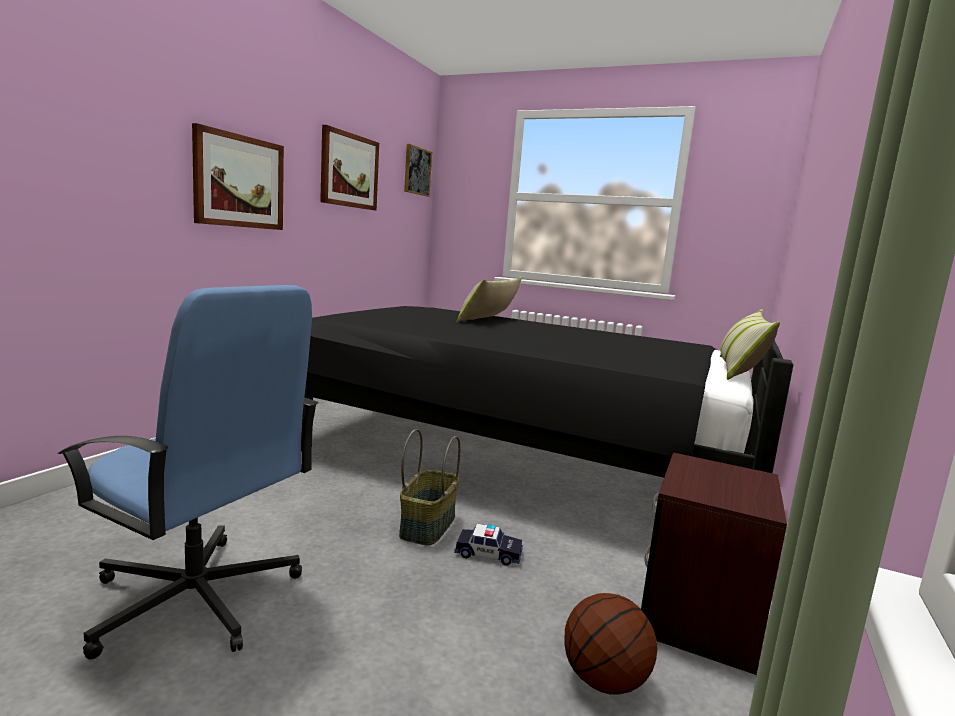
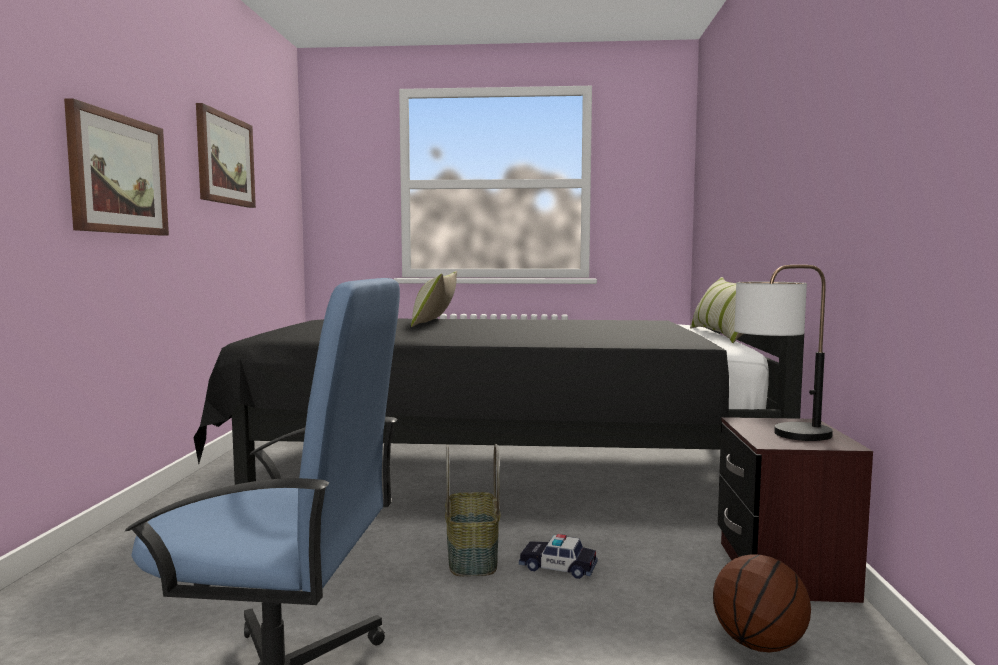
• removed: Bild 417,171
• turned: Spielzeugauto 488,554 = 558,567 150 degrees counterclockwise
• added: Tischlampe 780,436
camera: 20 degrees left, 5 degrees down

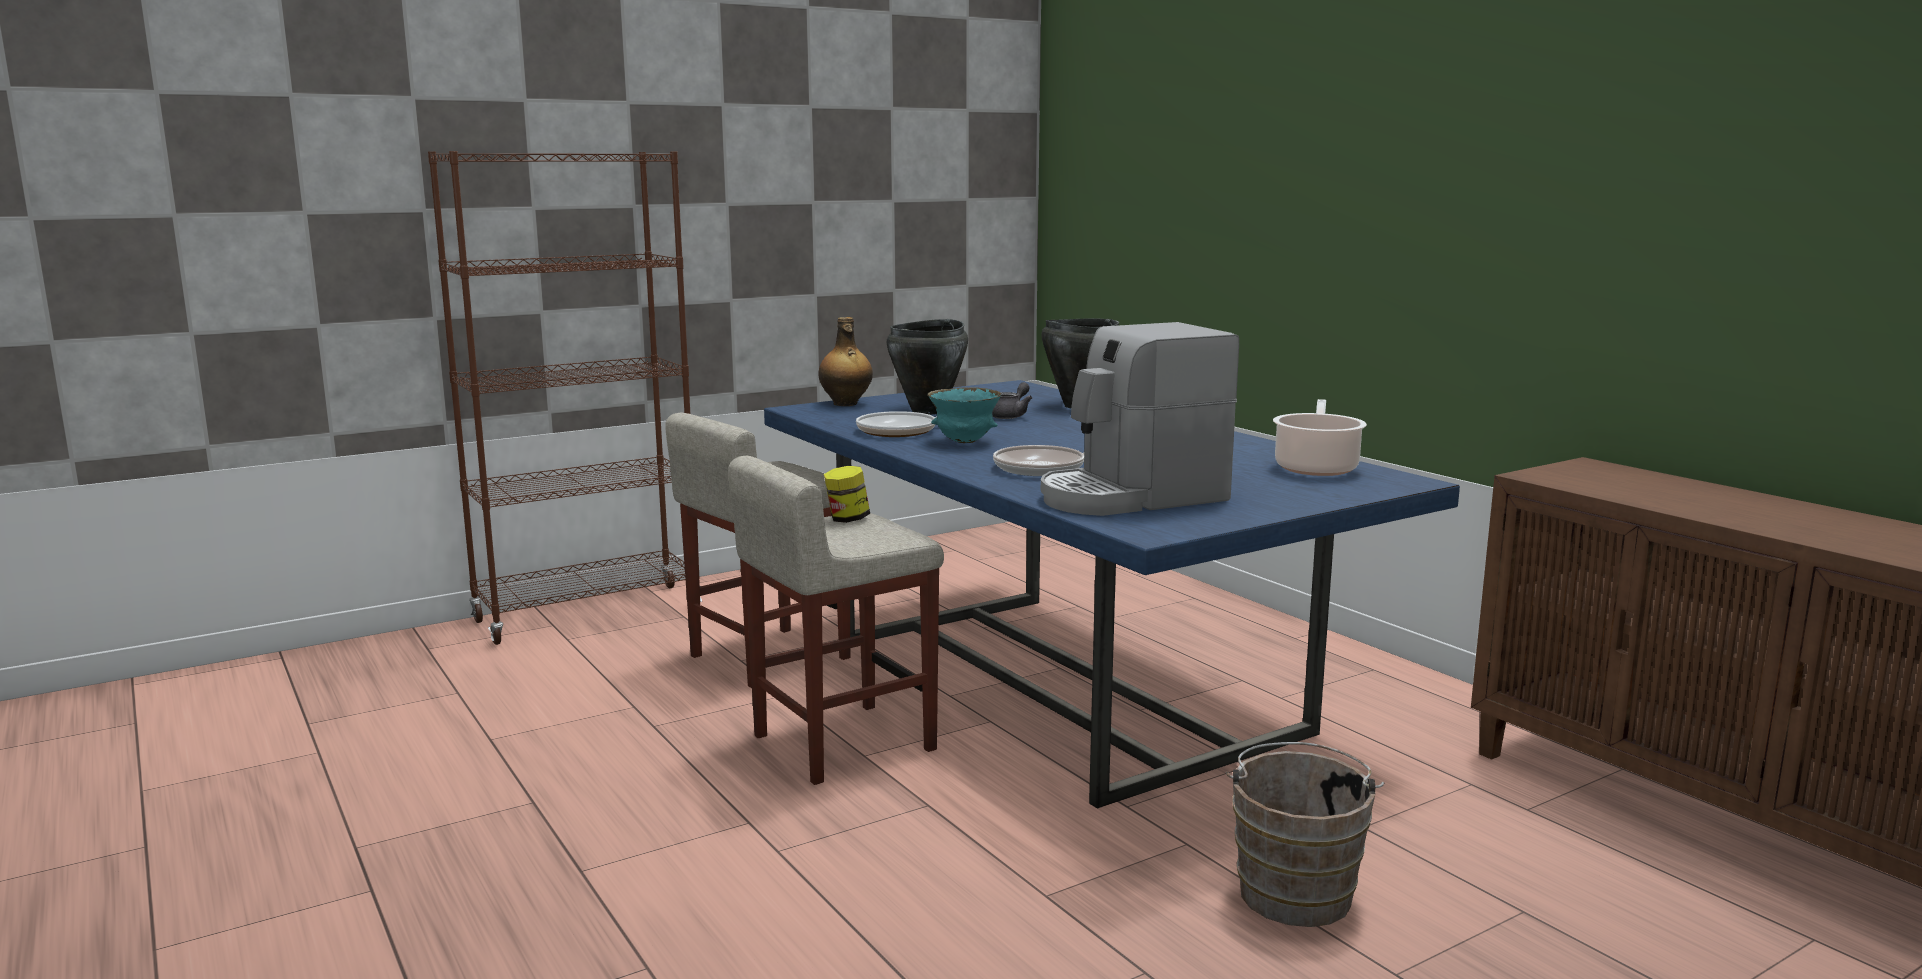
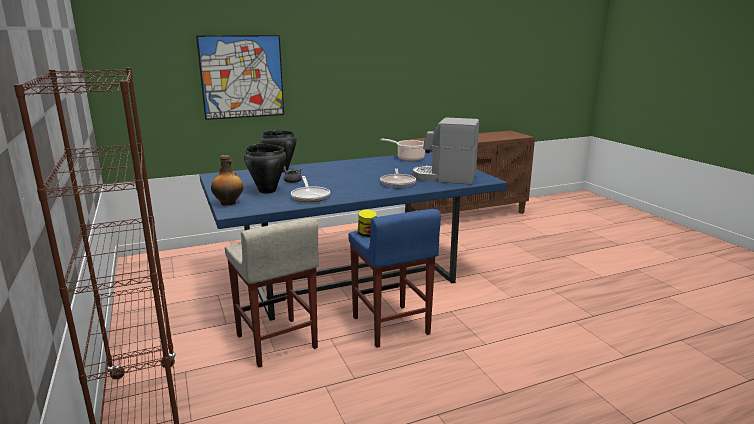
• recoloured: Hocker [beige] 841,743 to Hocker [blau] 391,326
• removed: Schüssel [türkis] 964,442
• turned: Kaffeemaschine 1131,497 = 444,177 120 degrees clockwise
• removed: Eimer [braun] 1295,891
• added: Bild 242,77
camera: 80 degrees left, 5 degrees up

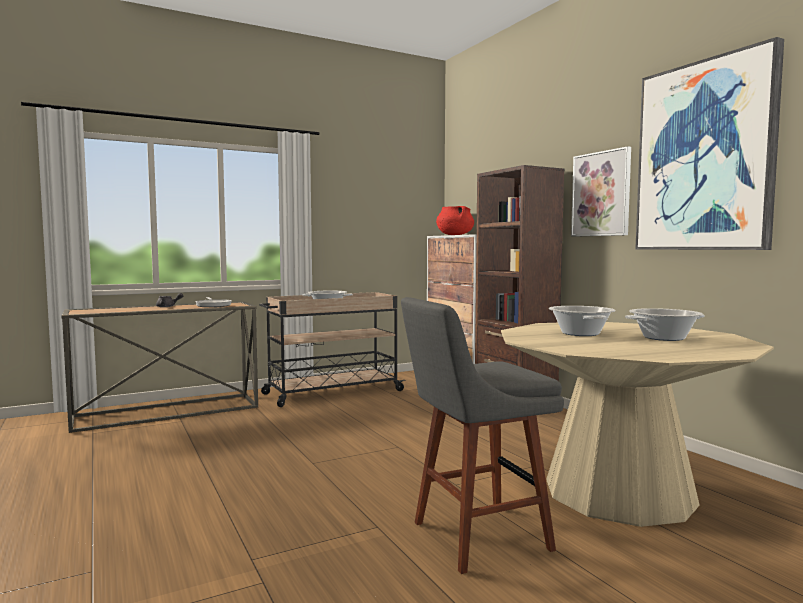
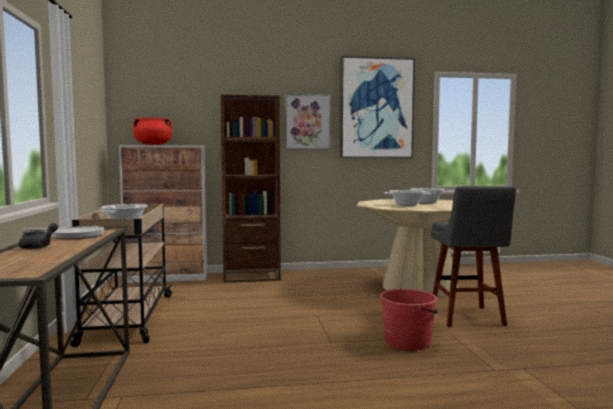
• added: Eimer [rot] 408,342
camera: 70 degrees left, 0 degrees up

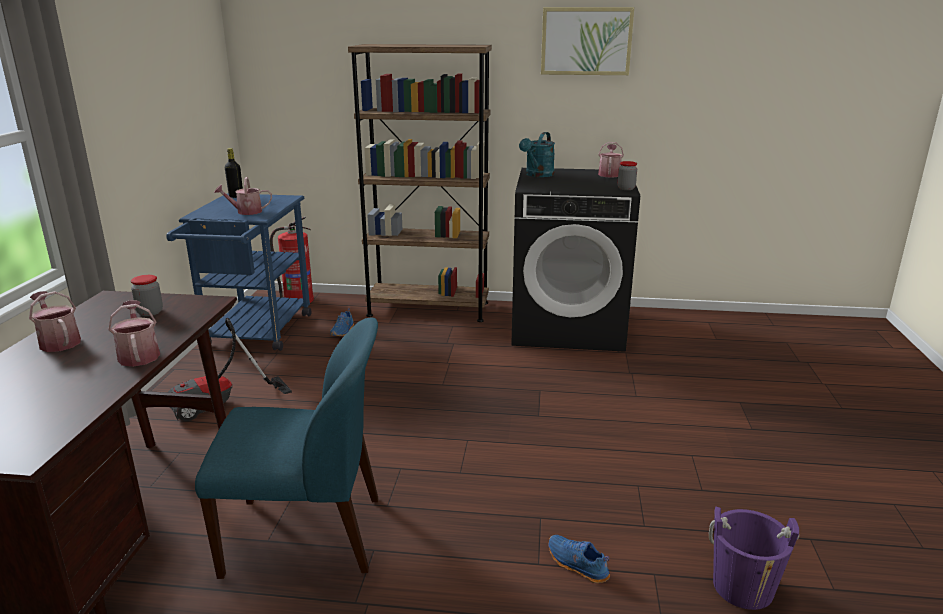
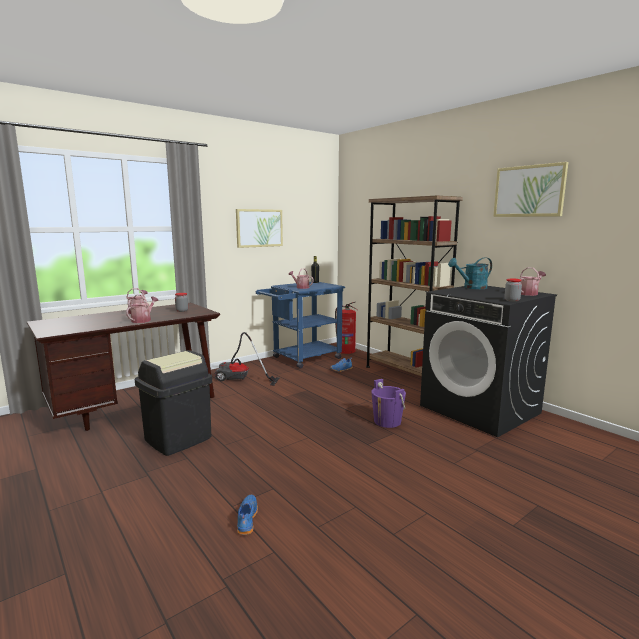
• replaced: Stuhl [blau] 308,535 to Mülleimer [schwarz] 178,439
• moved: Eimer [lila] 743,587 to 387,421
• added: Bild 259,228
camera: 45 degrees right, 10 degrees down

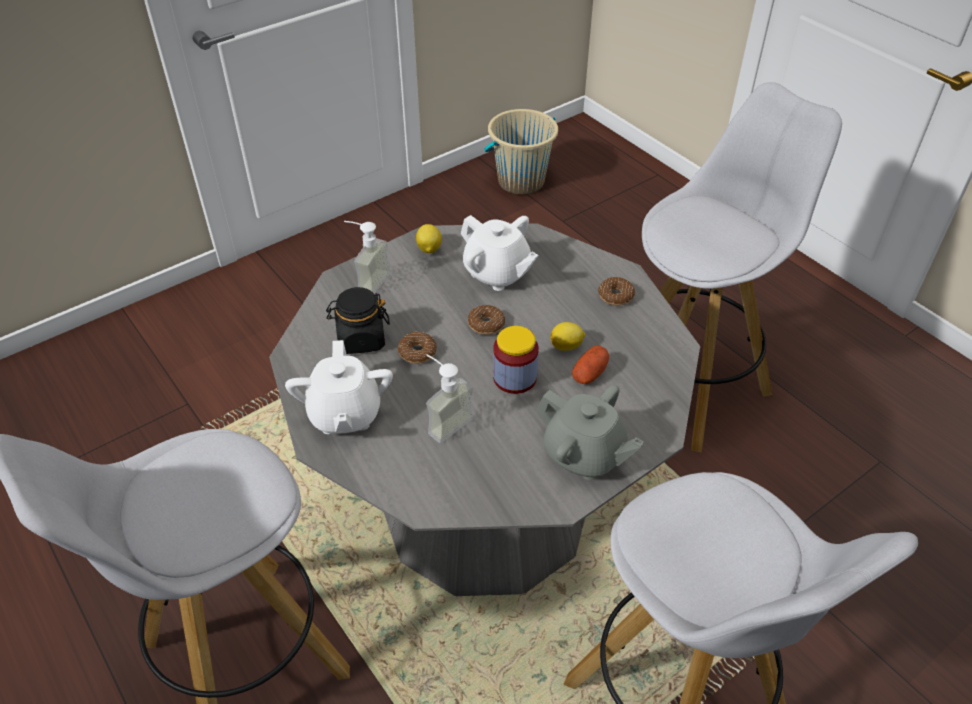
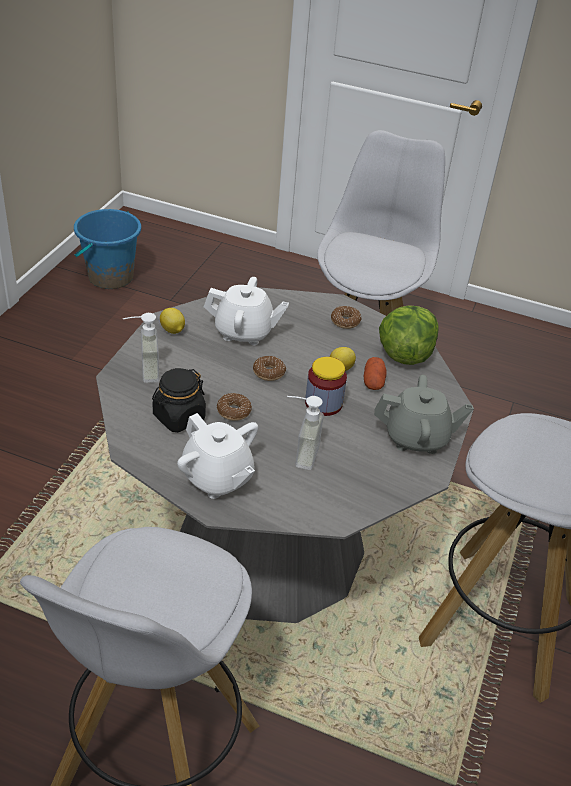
• recoloured: Eimer [beige] 520,181 to Eimer [blau] 110,277
• added: Salatkopf 404,354
camera: 35 degrees left, 5 degrees down

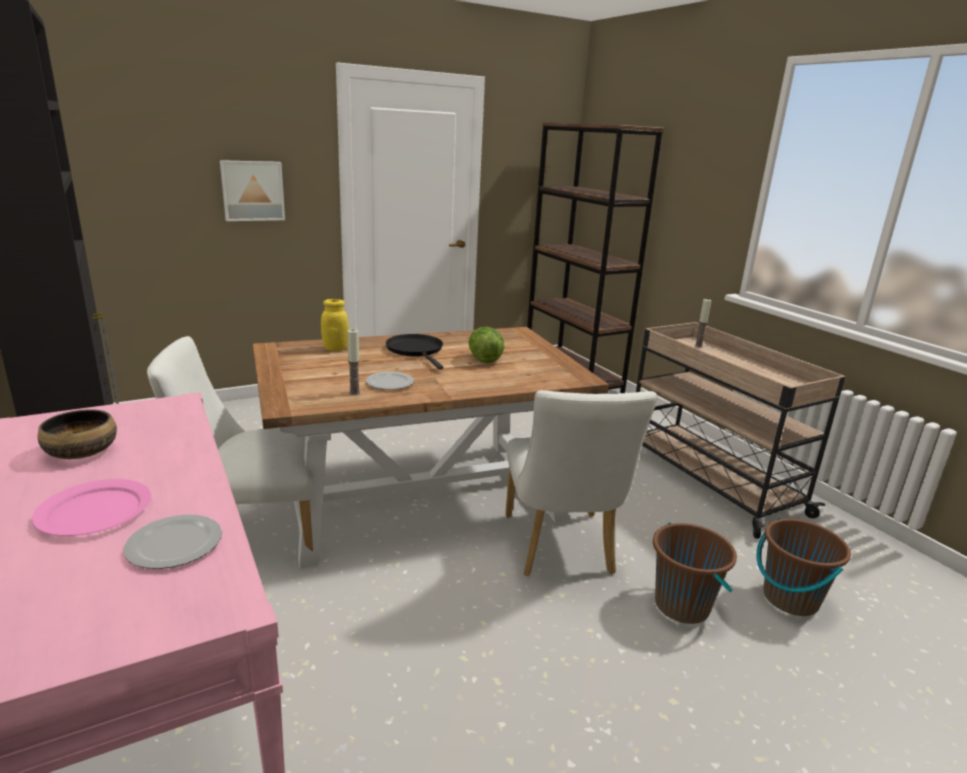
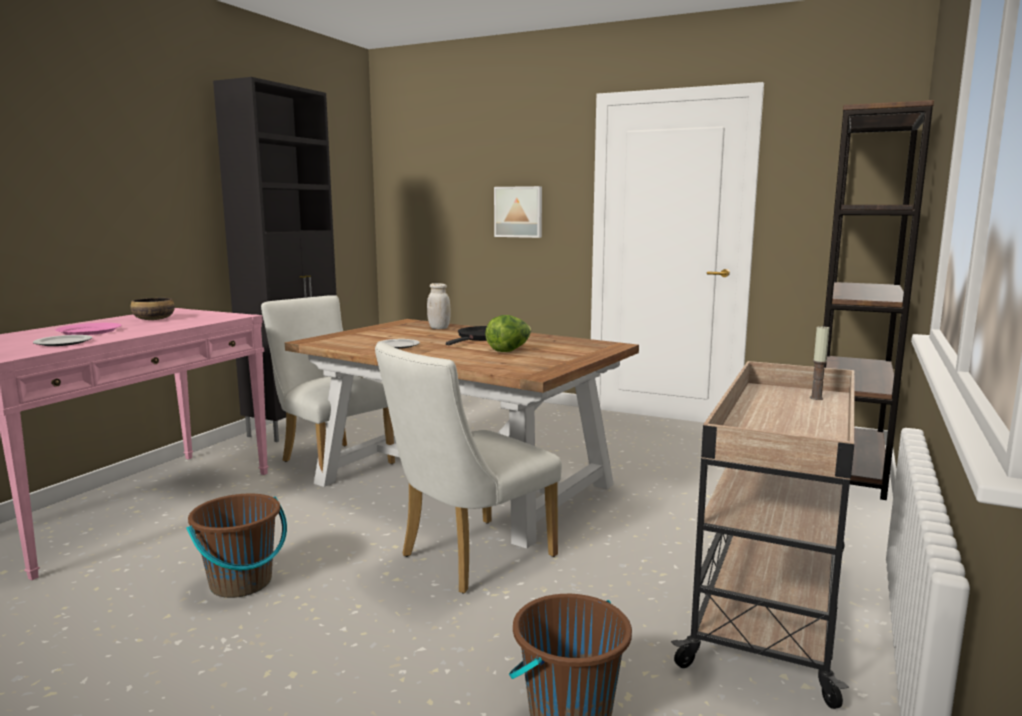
• recoloured: Vorratsglas [gelb] 335,348 to Vorratsglas [weiß] 439,328
• removed: Kerze 354,393
• moved: Eimer [braun] 682,605 to 241,583
camera: 55 degrees right, 10 degrees down

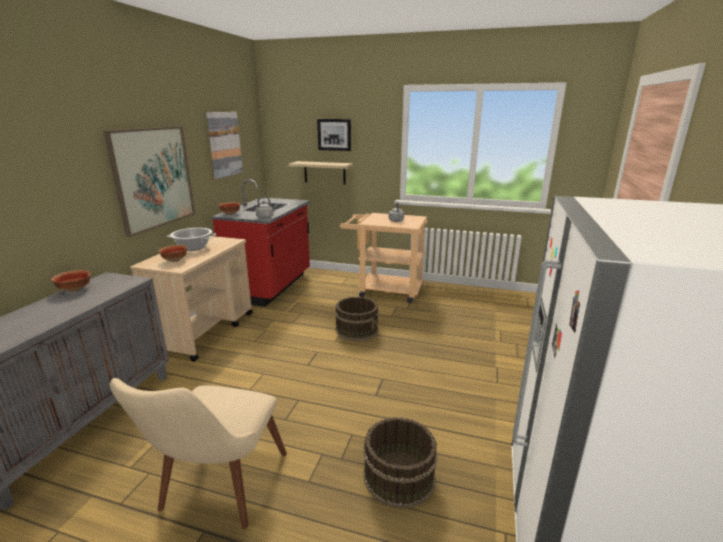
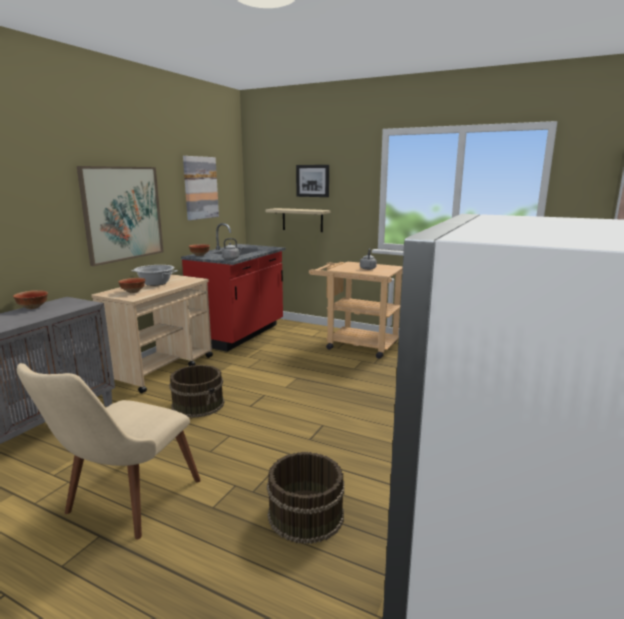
• moved: Eimer [braun] 357,329 to 198,404
camera: 10 degrees right, 5 degrees down

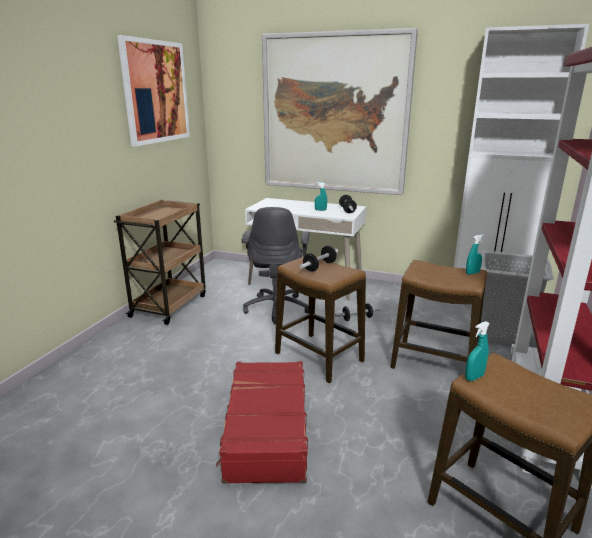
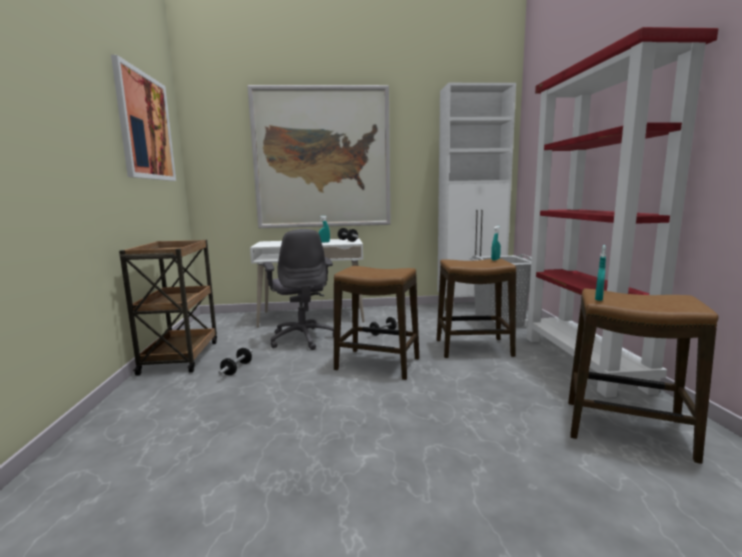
• removed: Koffer [rot] 266,430
• moved: Hantel 319,266 to 237,369
camera: 25 degrees left, 10 degrees down

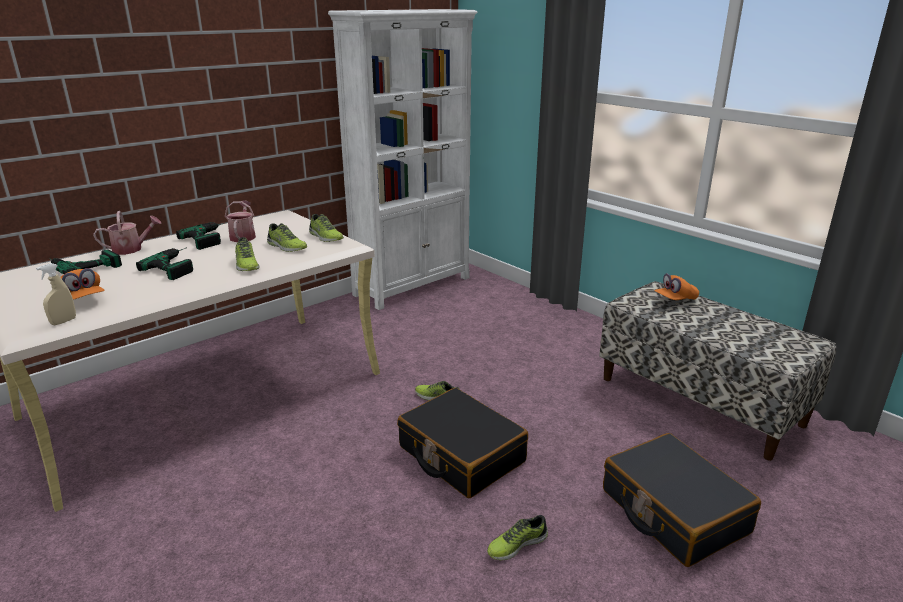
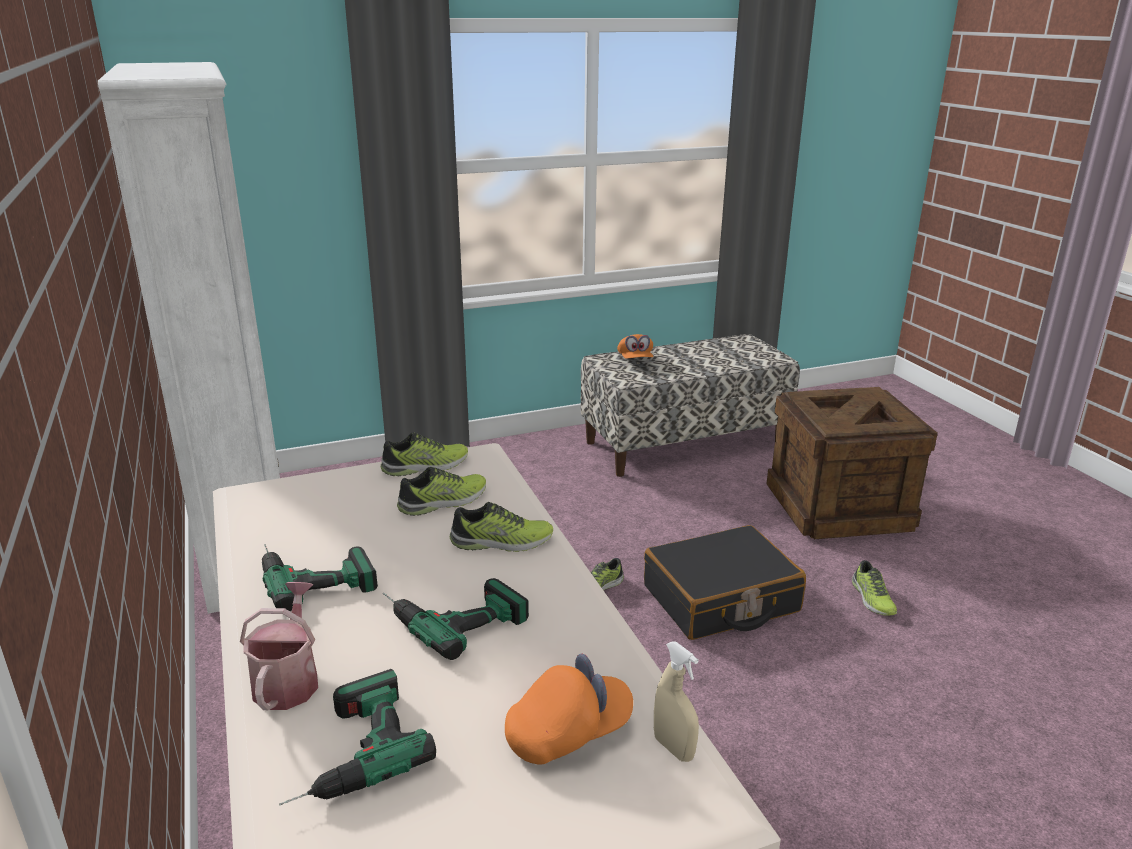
• removed: Gießkanne 243,236
• replaced: Koffer [schwarz] 673,511 to Kiste 838,507
camera: 70 degrees left, 0 degrees up

